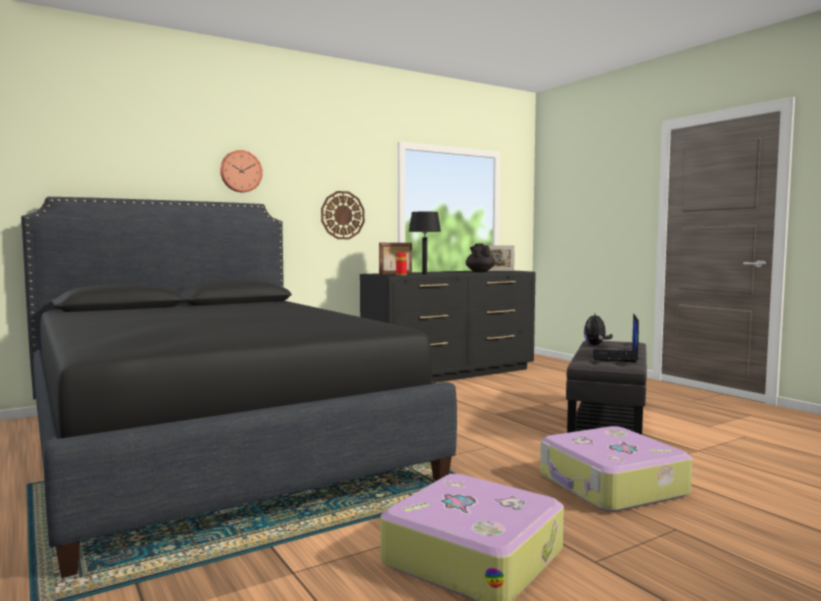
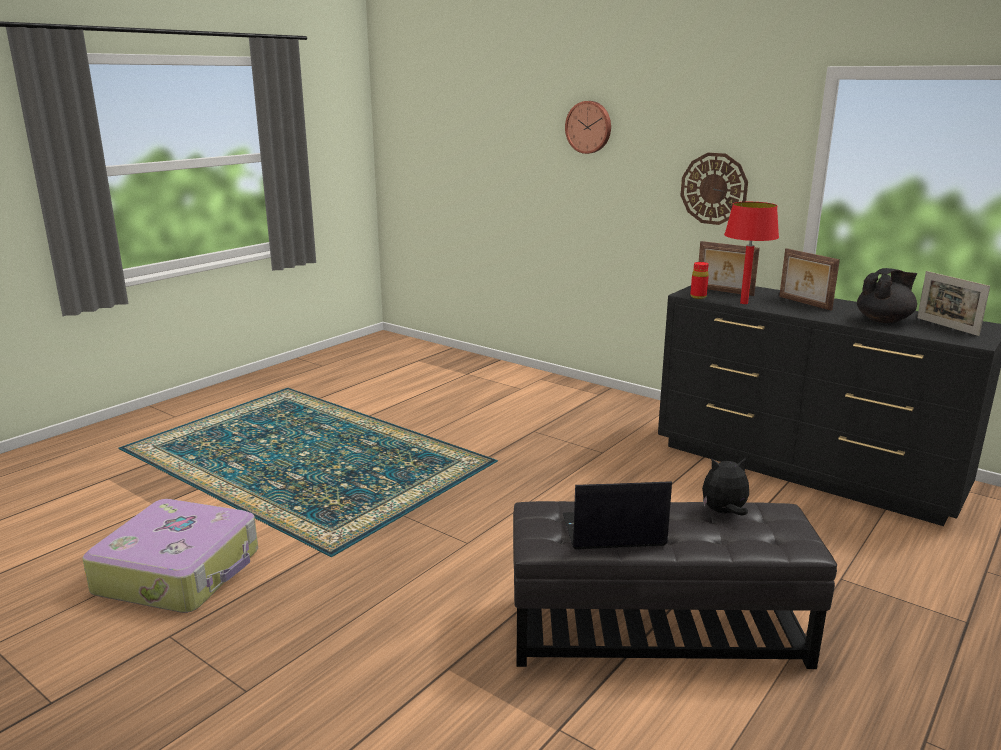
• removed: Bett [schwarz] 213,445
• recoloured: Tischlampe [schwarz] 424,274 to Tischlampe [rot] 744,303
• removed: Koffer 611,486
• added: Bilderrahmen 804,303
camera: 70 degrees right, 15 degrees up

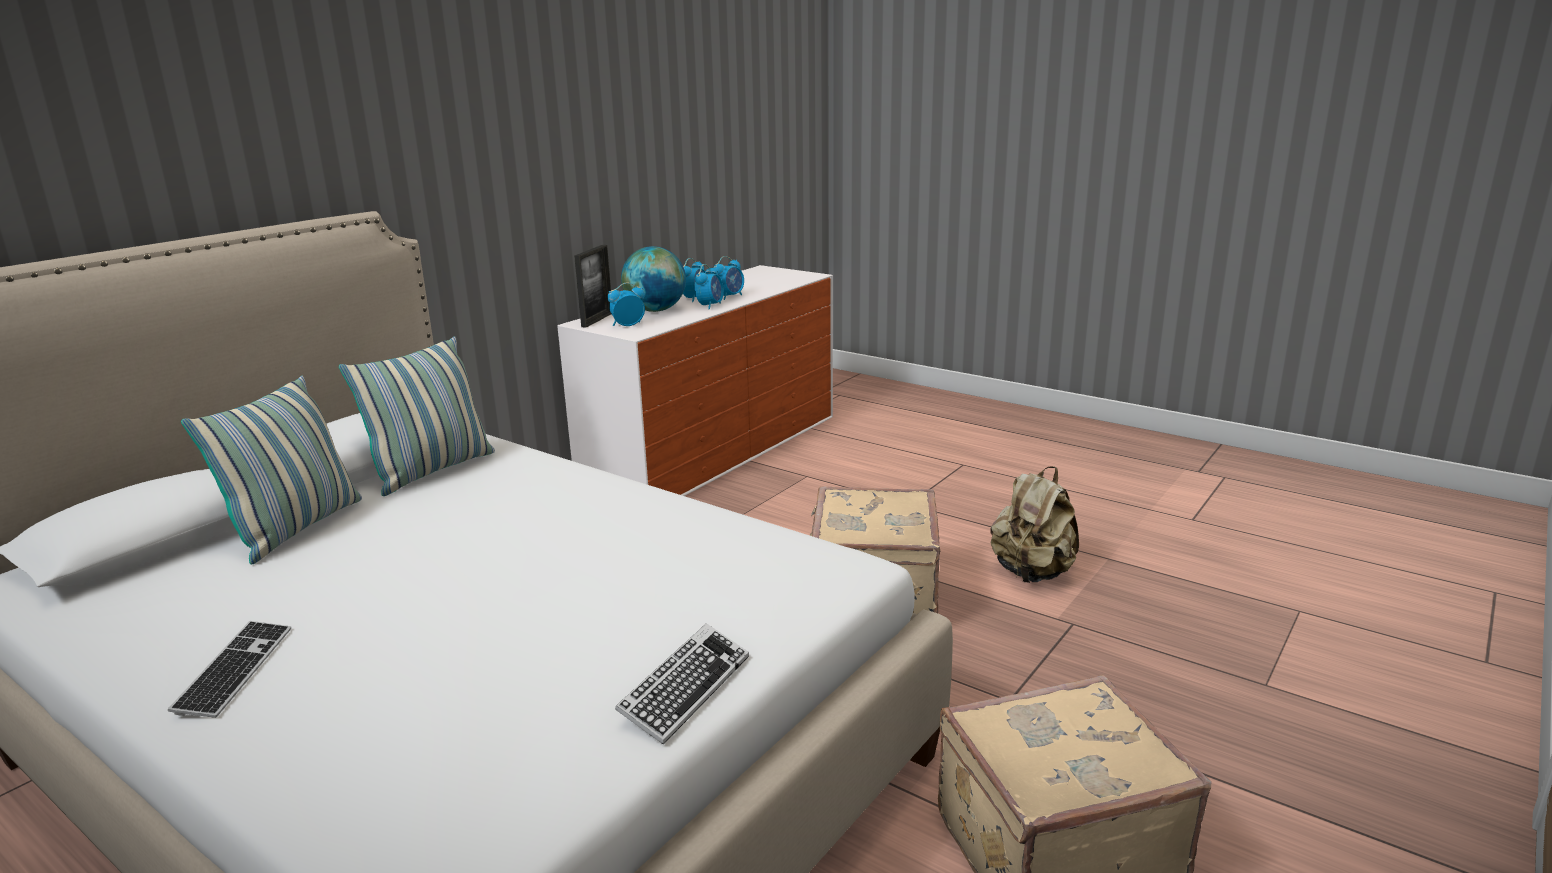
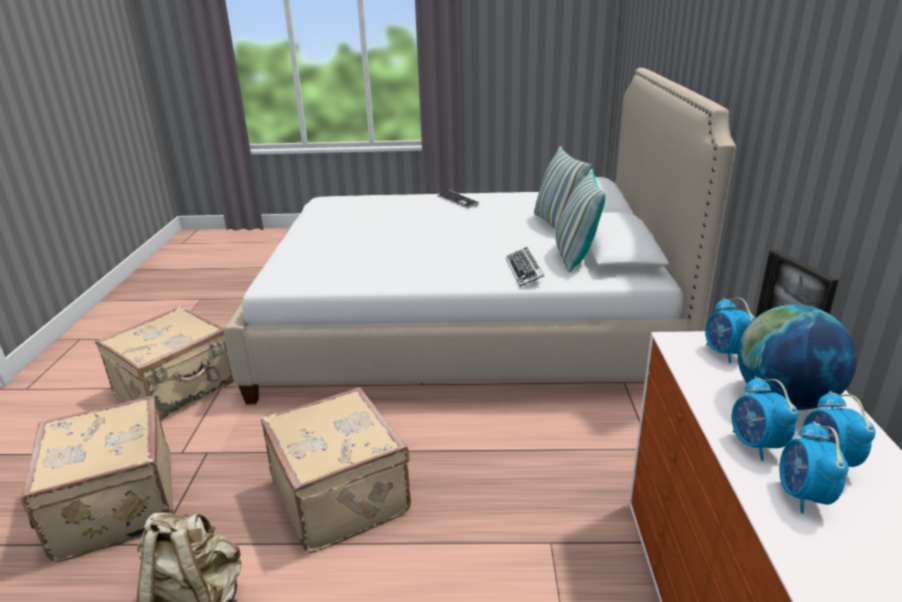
• turned: Wecker 627,325 = 725,353 135 degrees clockwise
• moved: Tastatur 685,689 to 524,271
• added: Koffer [beige] 113,508
camera: 145 degrees right, 5 degrees up

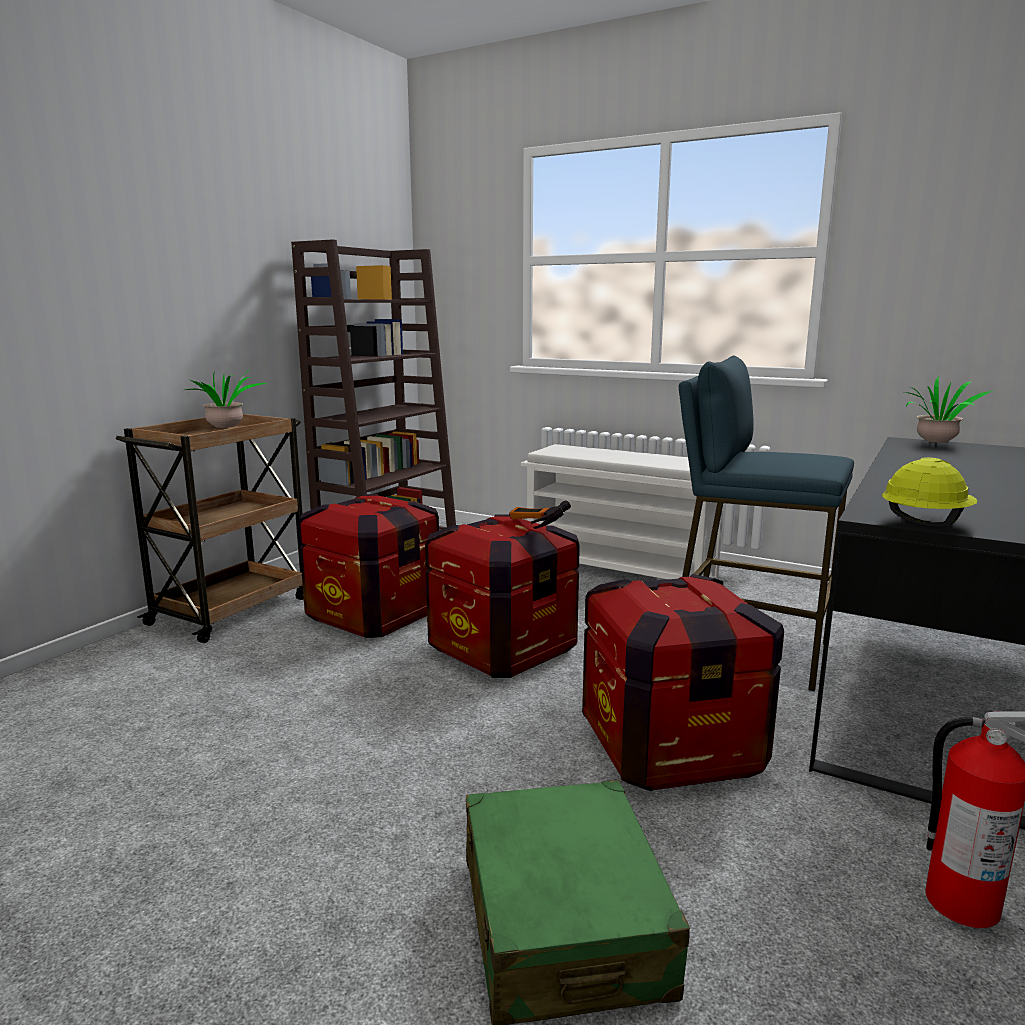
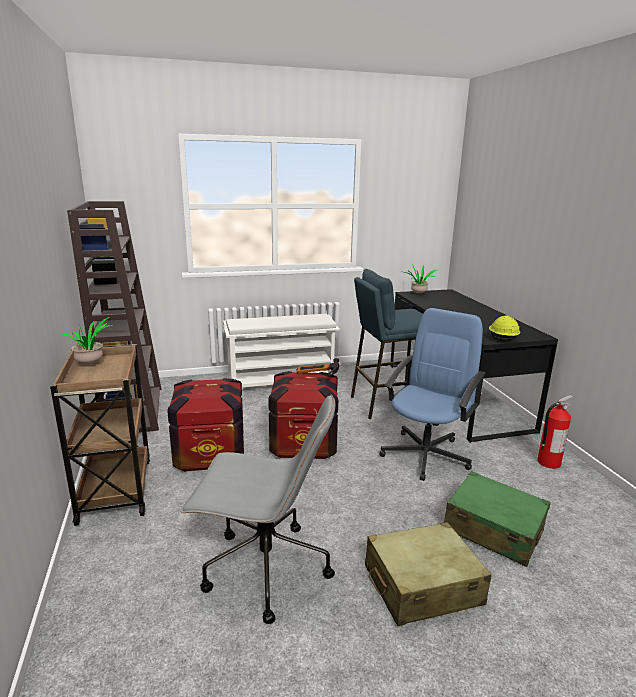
• replaced: Kiste 671,747 to Bürostuhl [blau] 426,454
• added: Bürostuhl [grau] 264,569
• added: Koffer [beige] 422,586
camera: 45 degrees left, 5 degrees up

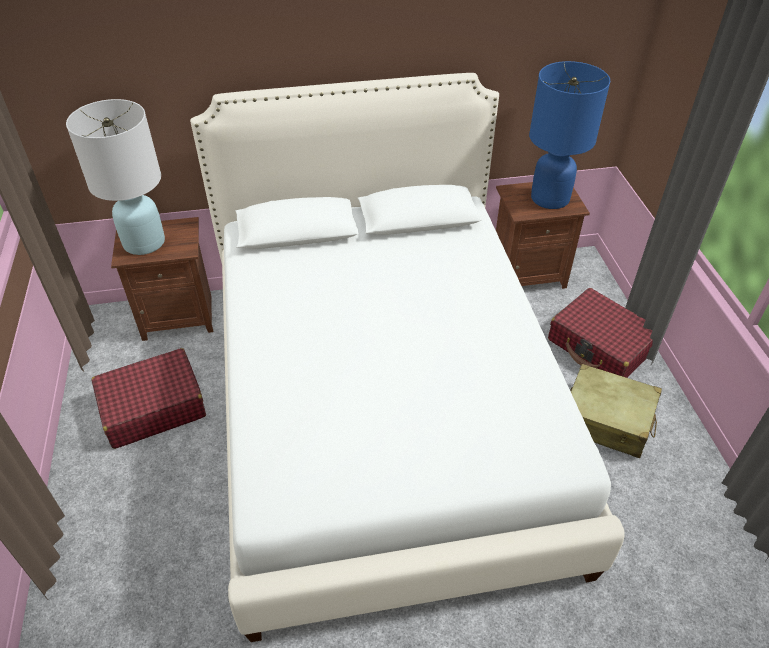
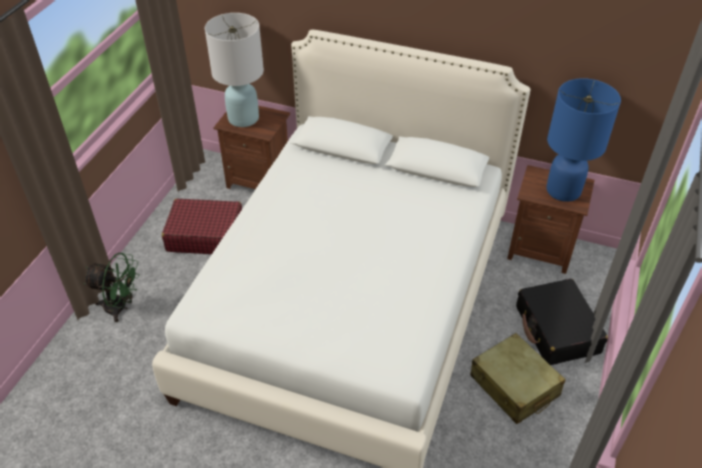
• recoloured: Koffer [rot] 600,346 to Koffer [schwarz] 557,330
• added: Ventilator [grün] 121,307
camera: 30 degrees right, 0 degrees up

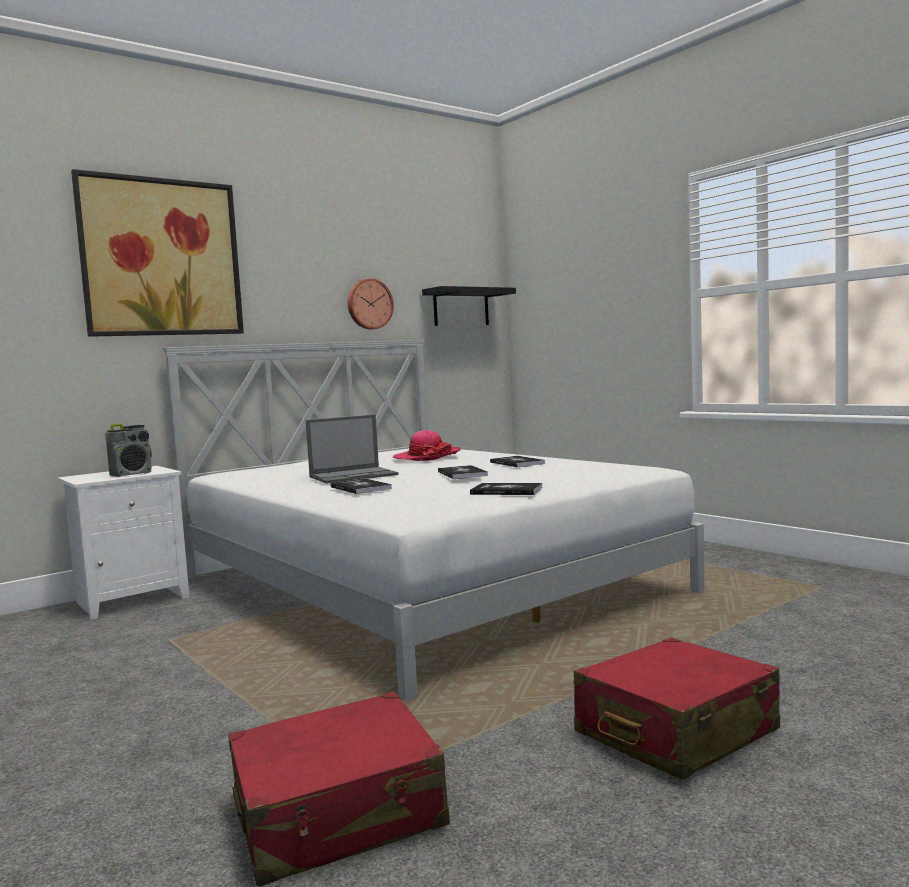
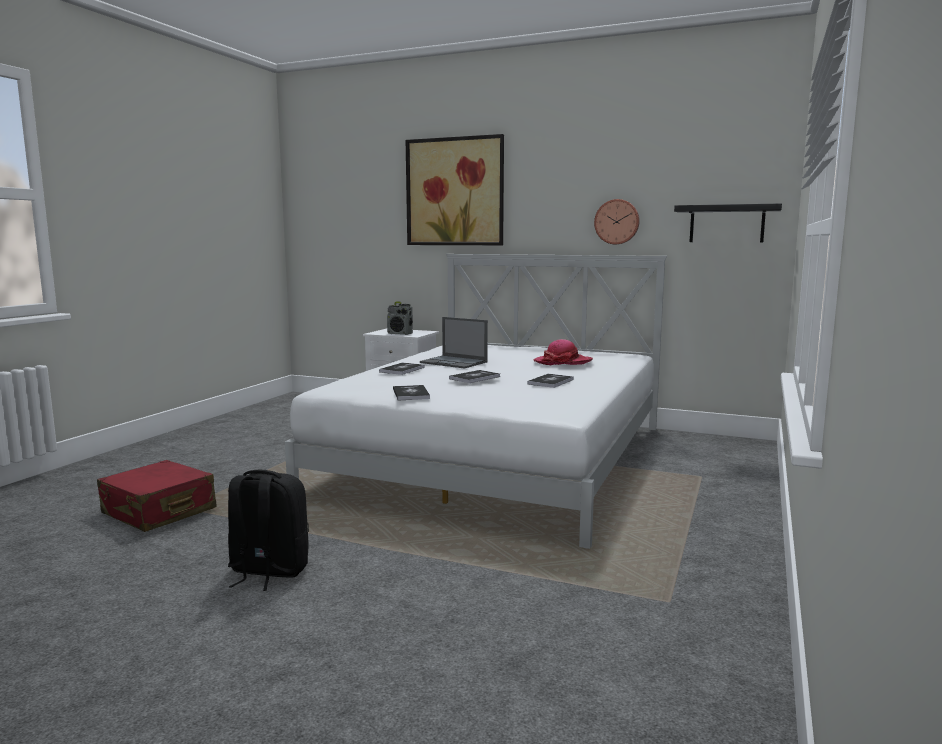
• replaced: Koffer [rot] 676,733 to Rucksack [schwarz] 268,571
camera: 60 degrees right, 5 degrees up

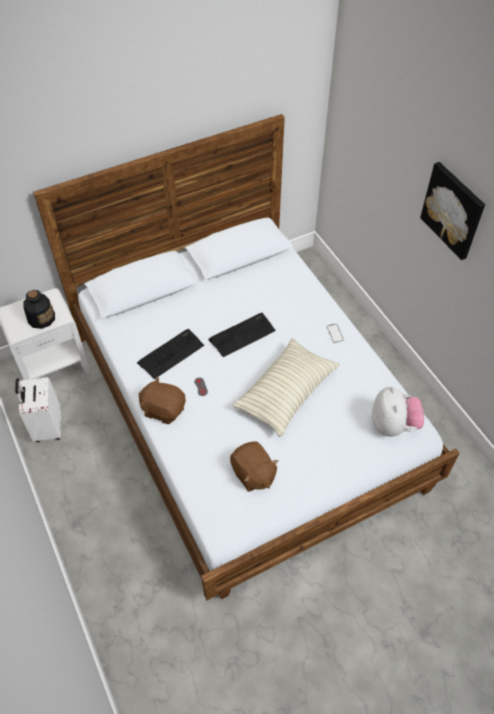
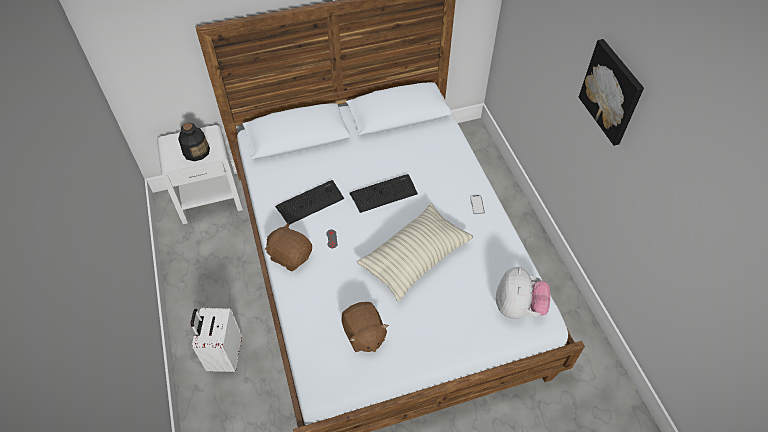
• moved: Koffer [weiß] 47,427 to 224,355
camera: 10 degrees right, 0 degrees up

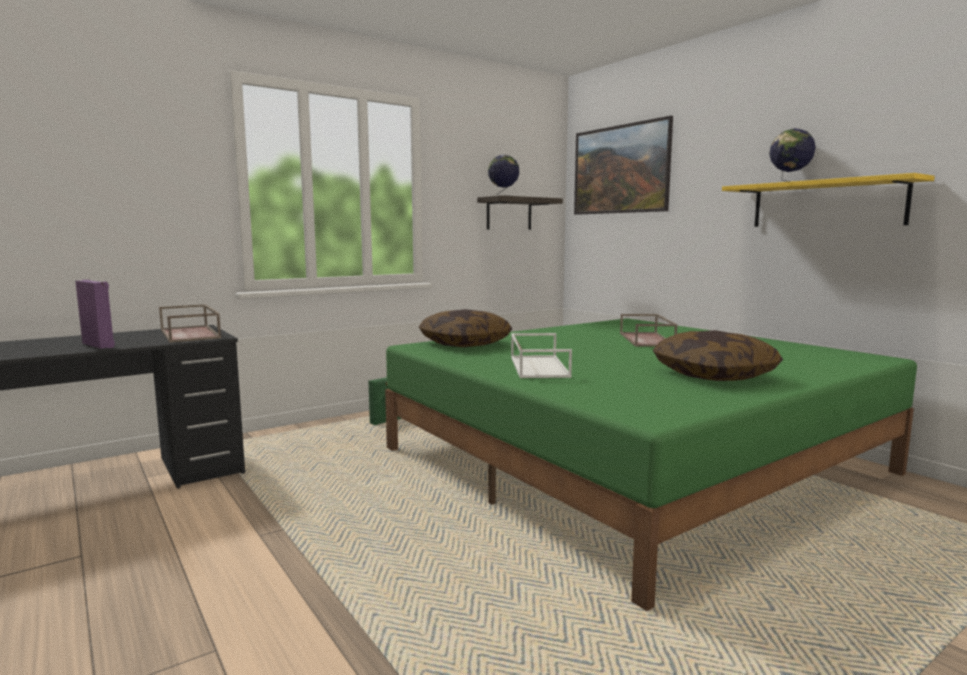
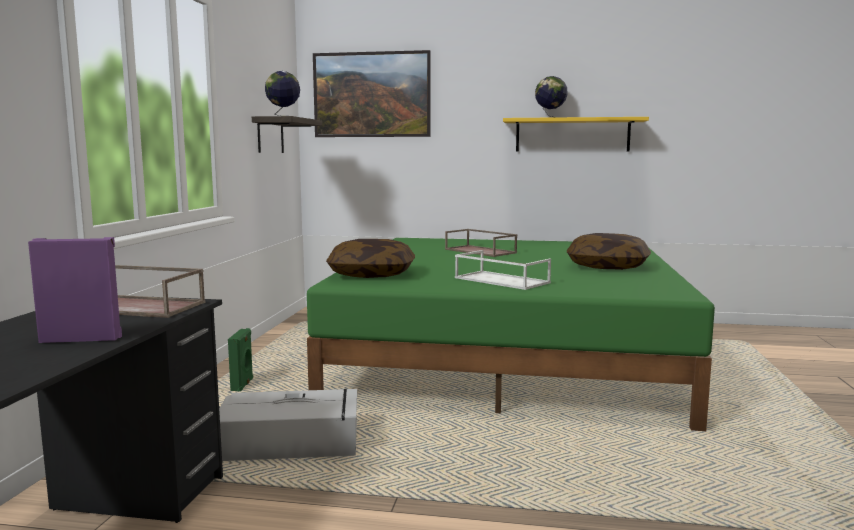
• added: Aufbewahrungsbox [grau] 291,443
camera: 45 degrees left, 0 degrees up

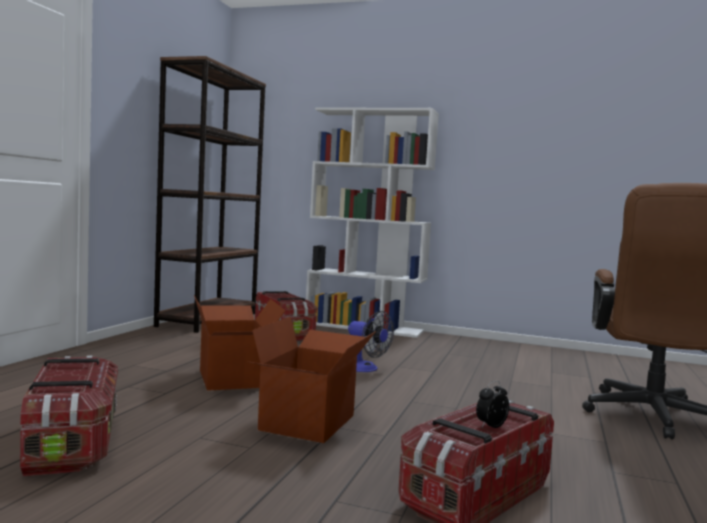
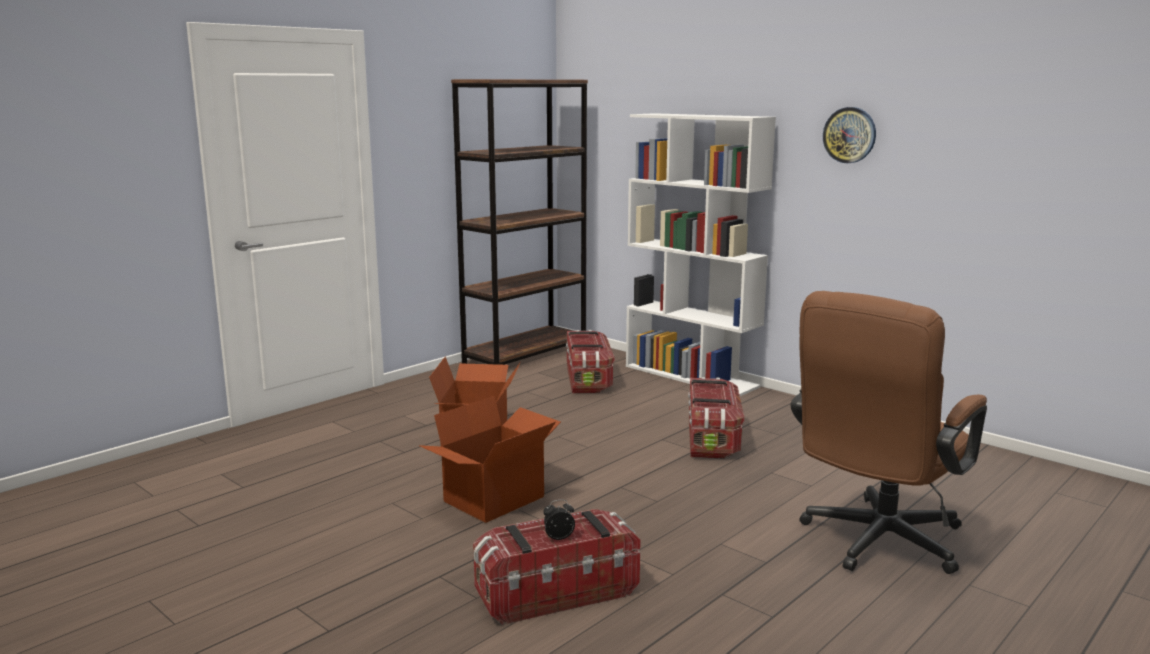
• moved: Aufbewahrungsbox 72,443 to 712,439
• removed: Ventilator 365,369
• added: Wanduhr 849,135
camera: 25 degrees right, 10 degrees up

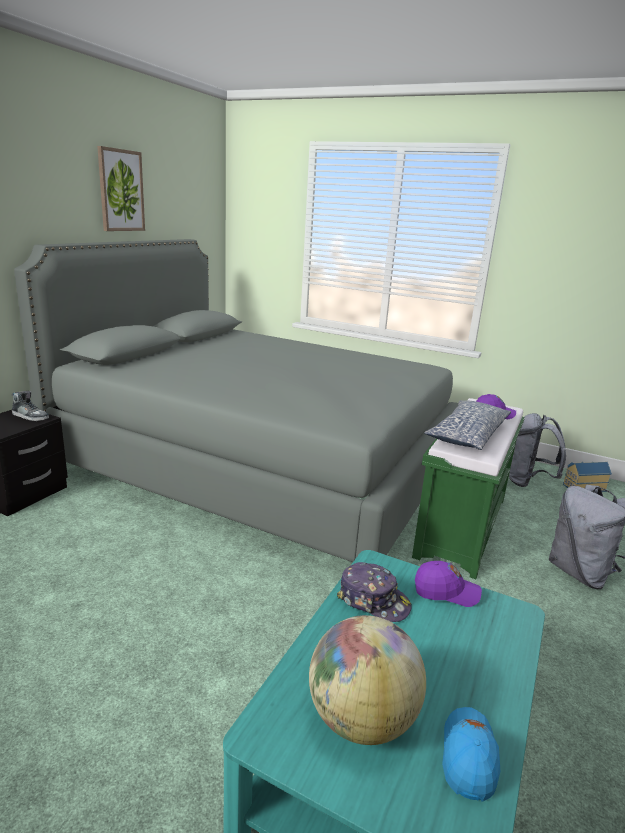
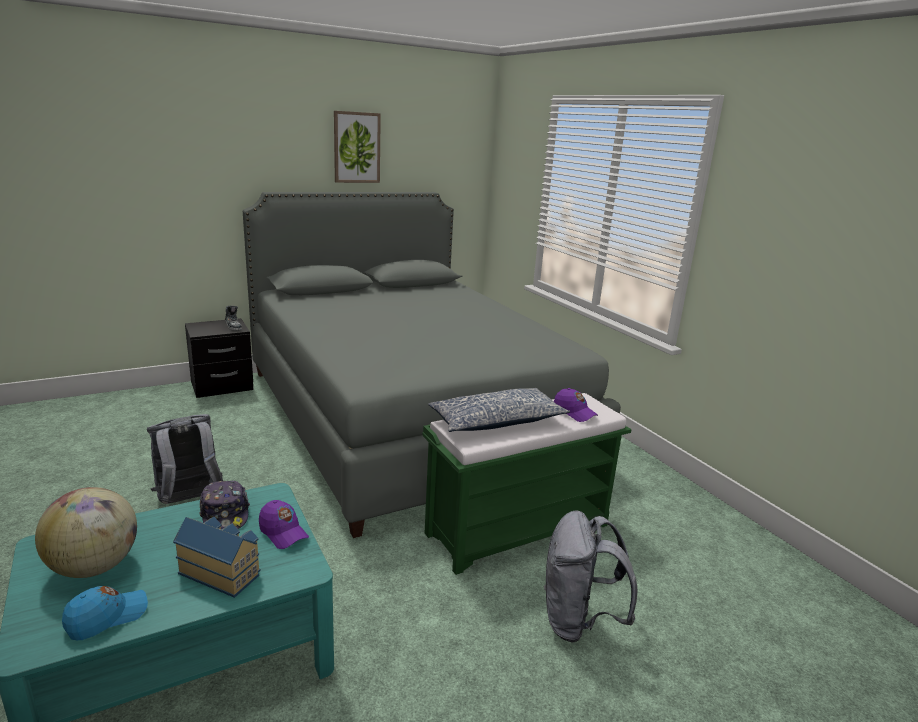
• moved: Rucksack [grau] 527,481 to 189,501
• moved: Spielzeughaus 582,487 to 221,571
camera: 35 degrees right, 0 degrees up

